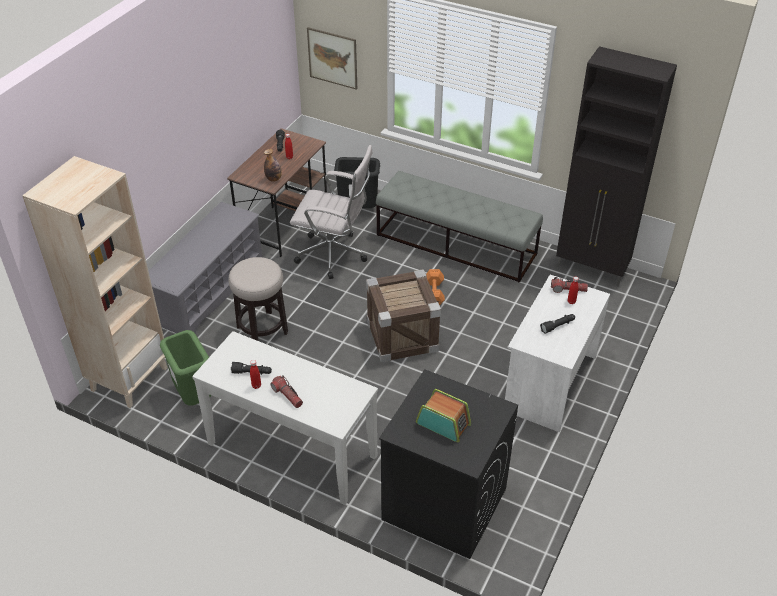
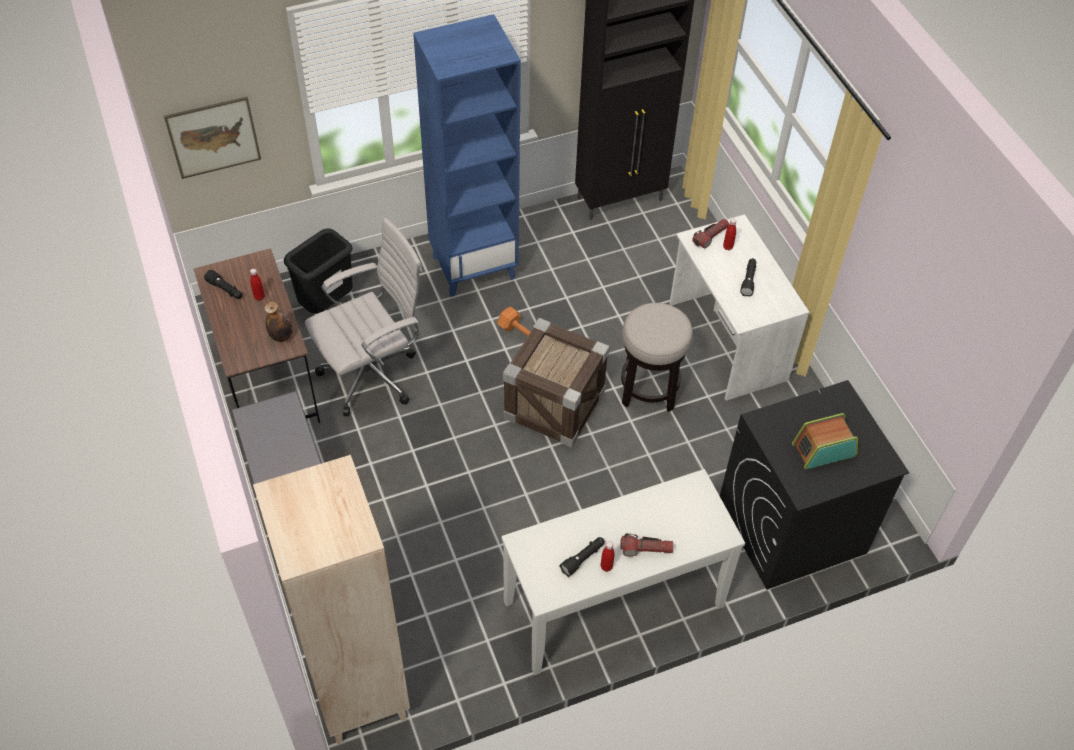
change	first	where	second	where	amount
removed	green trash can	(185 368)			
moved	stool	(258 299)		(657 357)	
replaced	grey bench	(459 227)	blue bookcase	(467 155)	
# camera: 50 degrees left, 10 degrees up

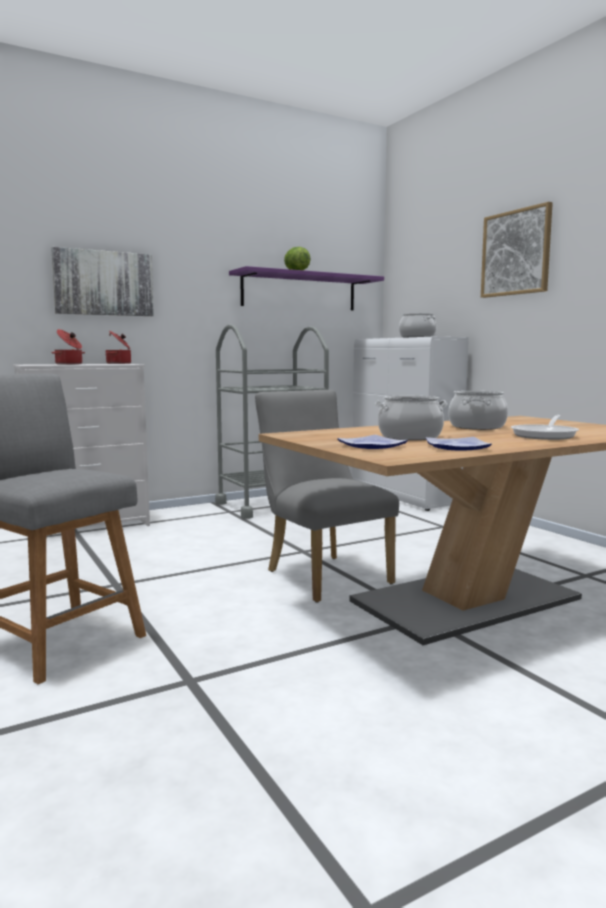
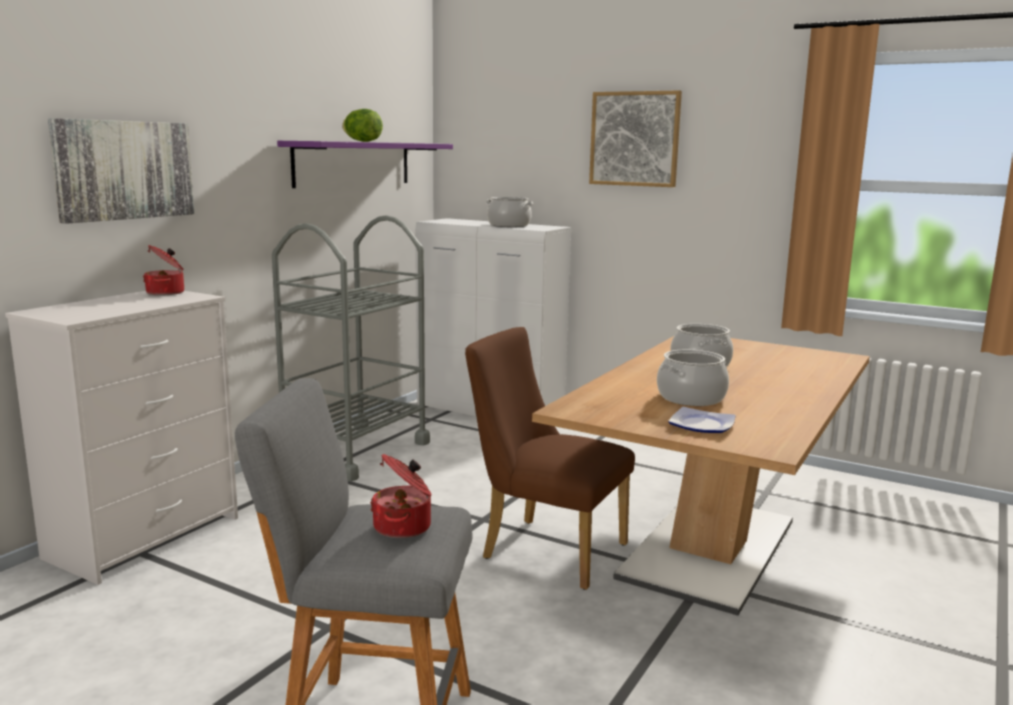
change	first	where	second	where	amount
removed	plate	(459 444)			
removed	frying pan	(545 427)			
moved	cooking pot	(68 347)		(401 496)	
recoloured	grey chair	(327 496)	brown chair	(550 458)	
# camera: 30 degrees left, 5 degrees up

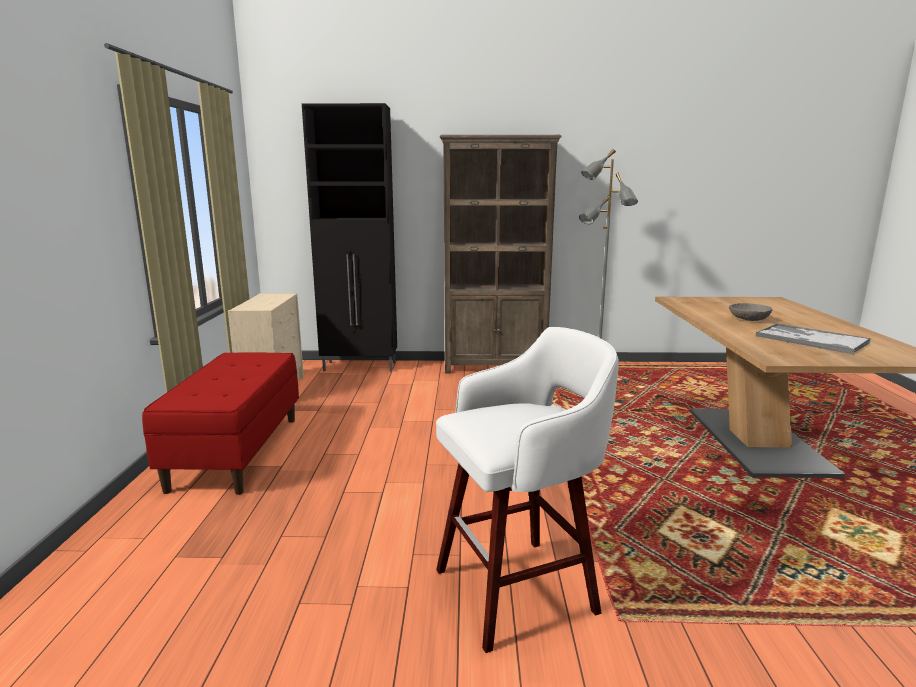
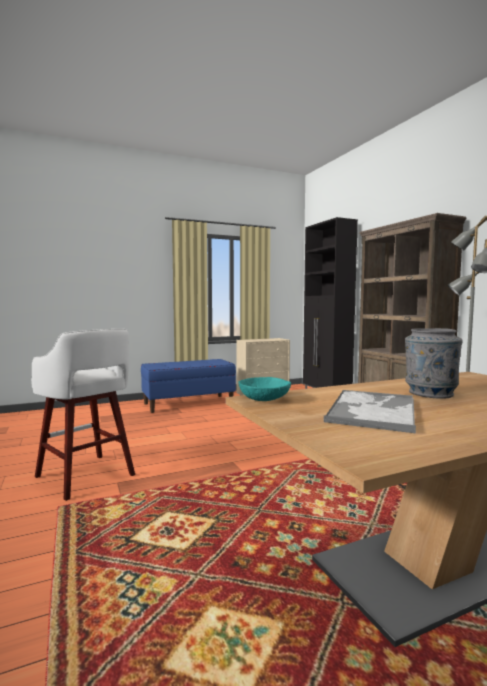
change	first	where	second	where	amount
added			turquoise bowl	(264 389)	
replaced	grey bowl	(751 312)	grey vase	(434 363)	
recoloured	red bench	(220 424)	blue bench	(188 386)	
# camera: 65 degrees right, 10 degrees down

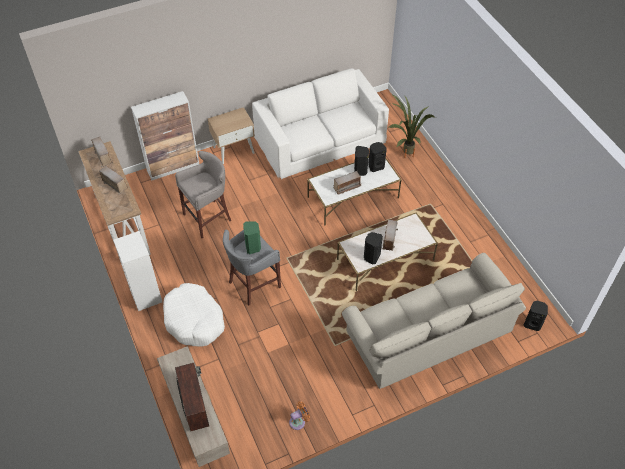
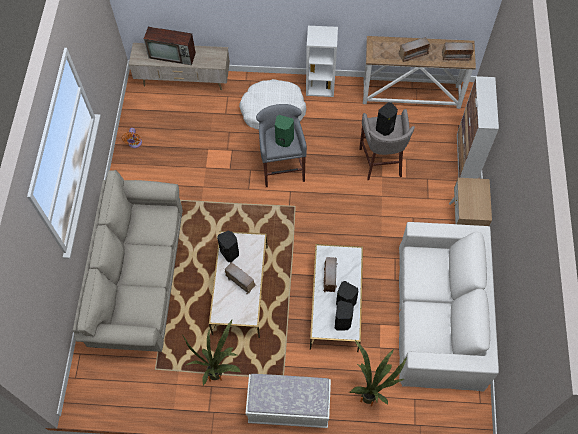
change	first	where	second	where	amount
added			potted plant	(212 352)	
added			white bench	(288 401)	
moved	black speaker	(536 316)		(387 119)	
# camera: 120 degrees right, 10 degrees up

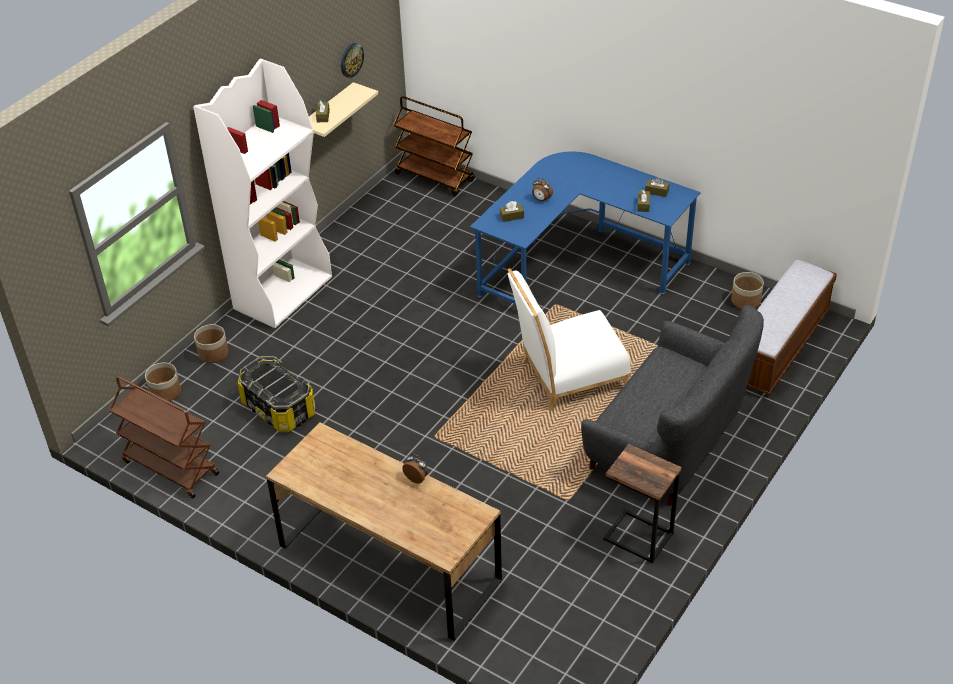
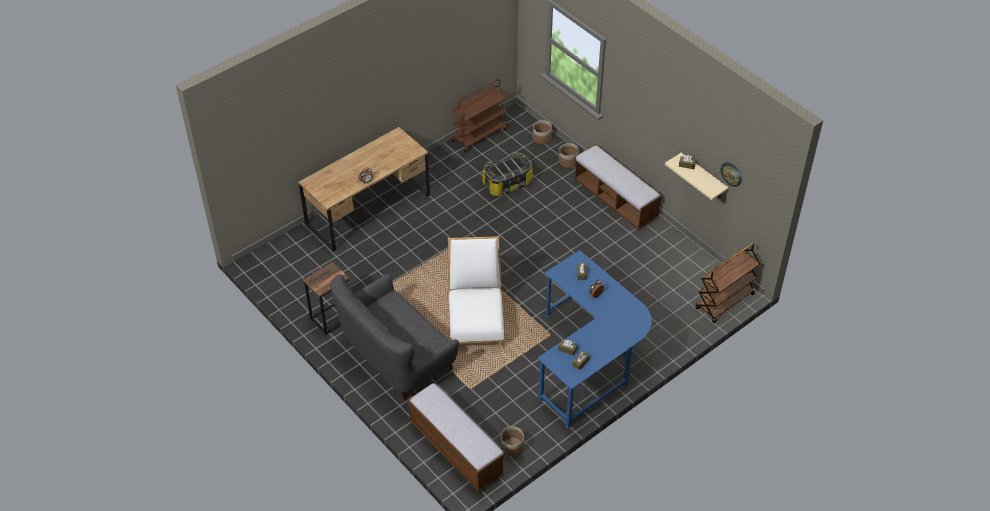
change	first	where	second	where	amount
replaced	white bookcase	(262 193)	bench	(618 187)	
# camera: 105 degrees right, 5 degrees up

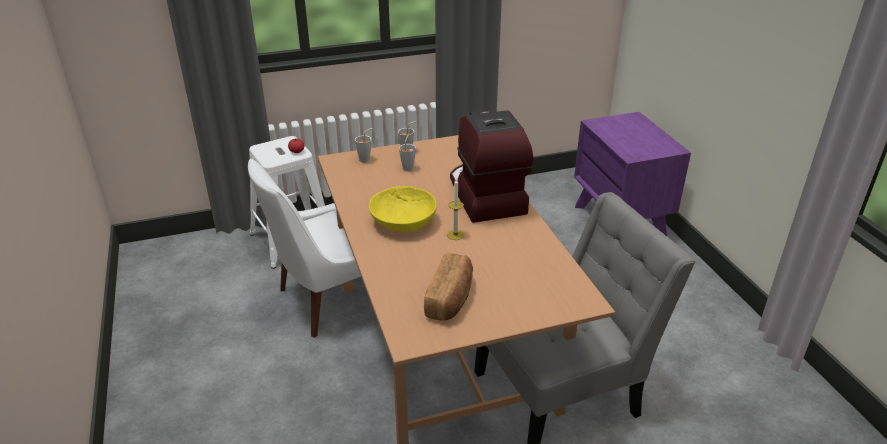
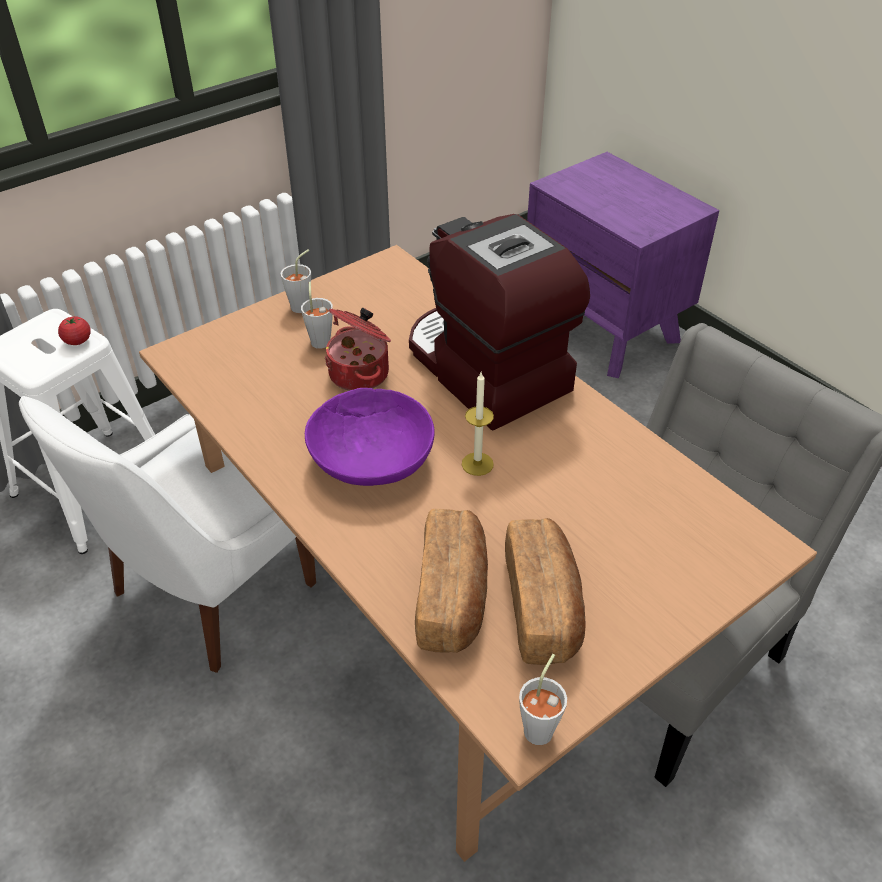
change	first	where	second	where	amount
added			cooking pot	(358 349)	
added			bread	(451 581)	
moved	grey cup	(364 145)		(543 699)	
recoloured	yellow bowl	(403 209)	purple bowl	(370 437)	
# camera: 20 degrees left, 10 degrees up

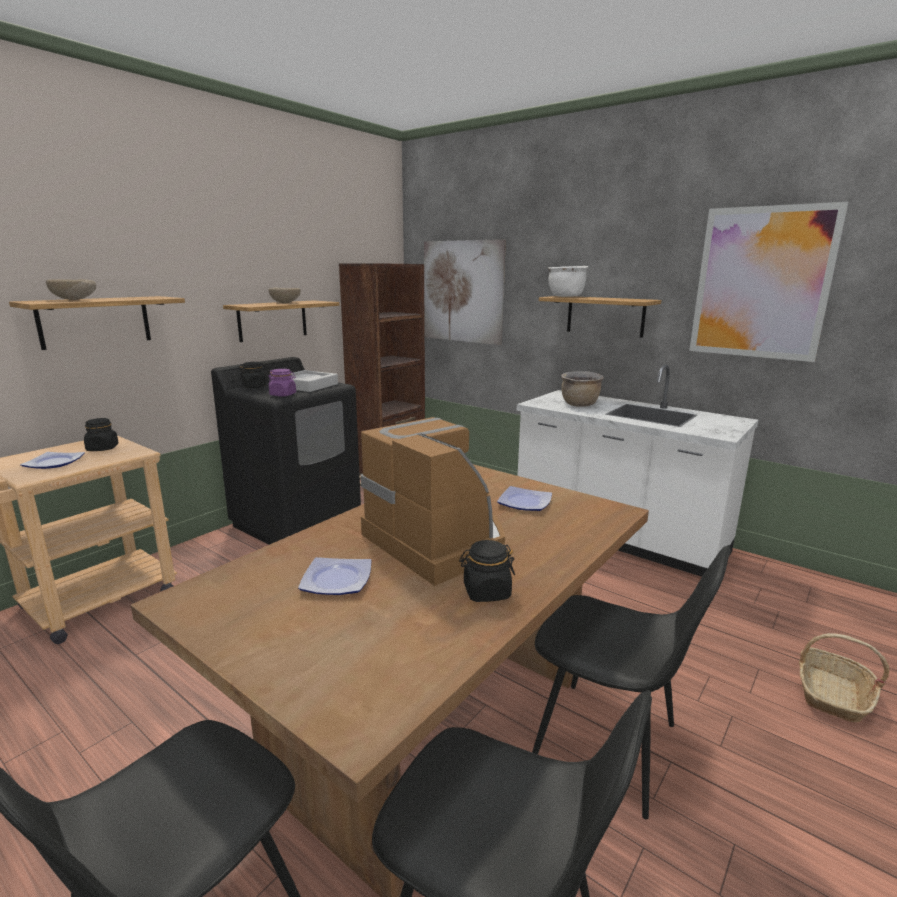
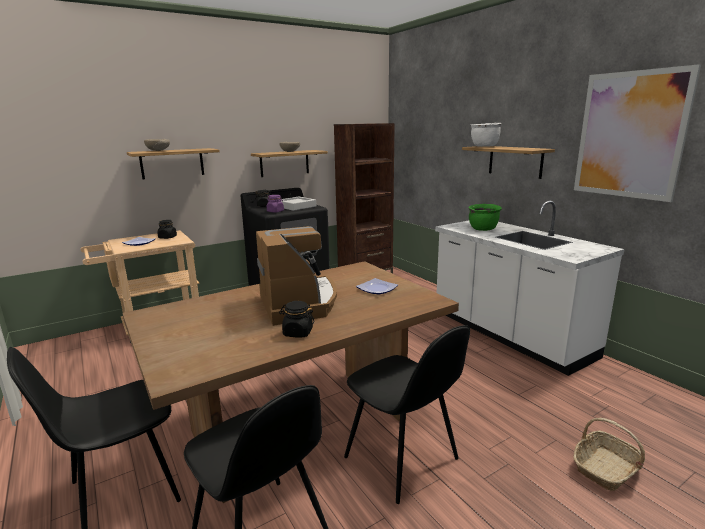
change	first	where	second	where	amount
removed	plate	(334 576)			
removed	picture	(465 292)			
recoloured	brown cooking pot	(582 389)	green cooking pot	(485 217)	
# camera: 20 degrees right, 0 degrees up

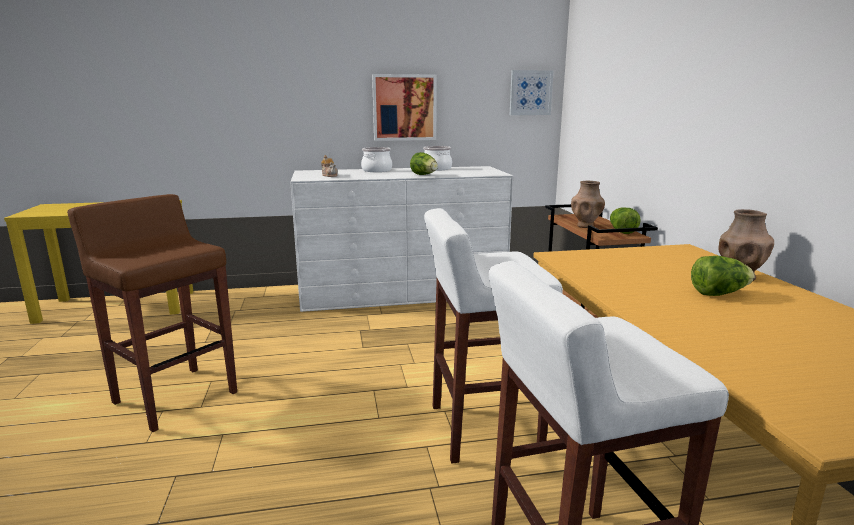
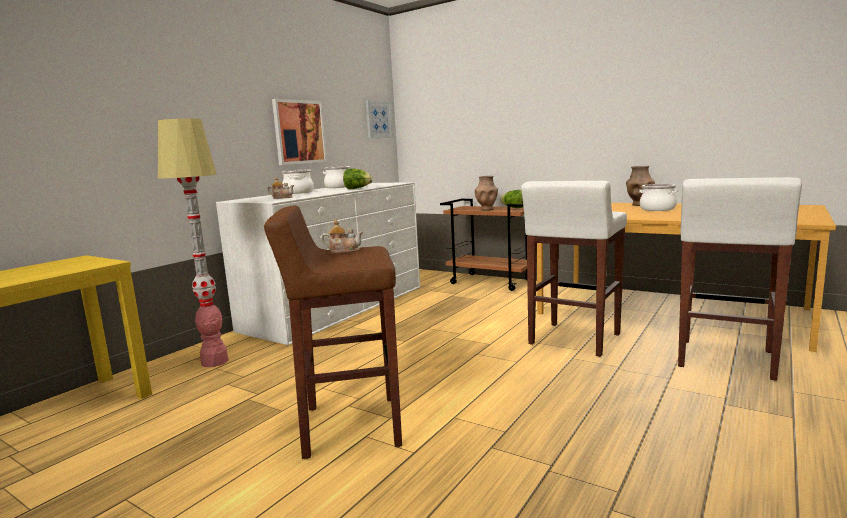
change	first	where	second	where	amount
added			floor lamp	(193 242)	
added			teapot	(342 236)	
replaced	lettuce	(722 276)	cooking pot	(658 197)	
# camera: 45 degrees left, 5 degrees down

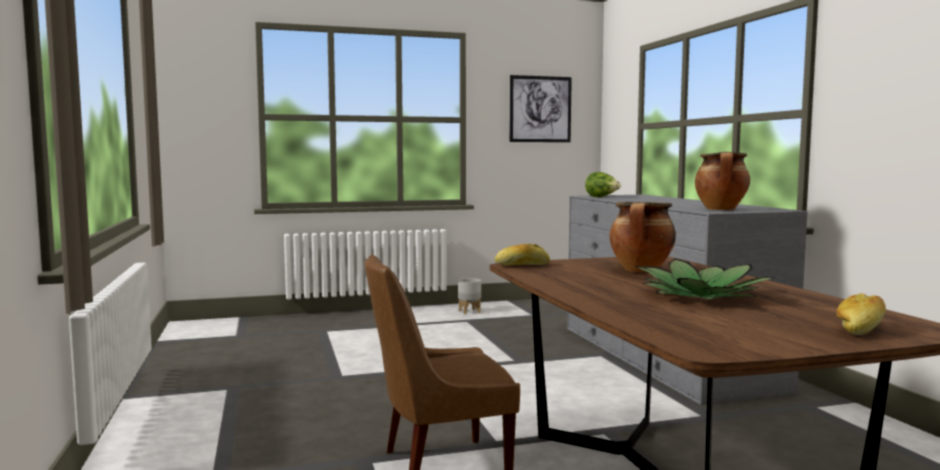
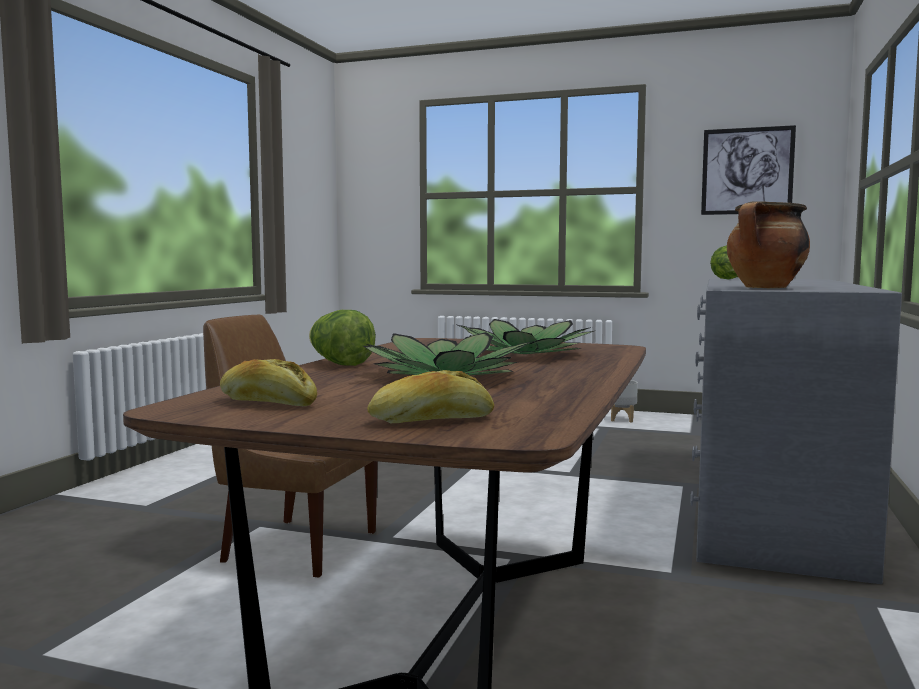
change	first	where	second	where	amount
added			lettuce	(342 338)	
moved	bread	(522 255)		(268 382)	
replaced	cooking pot	(643 237)	potted plant	(526 336)	
# camera: 35 degrees right, 0 degrees up

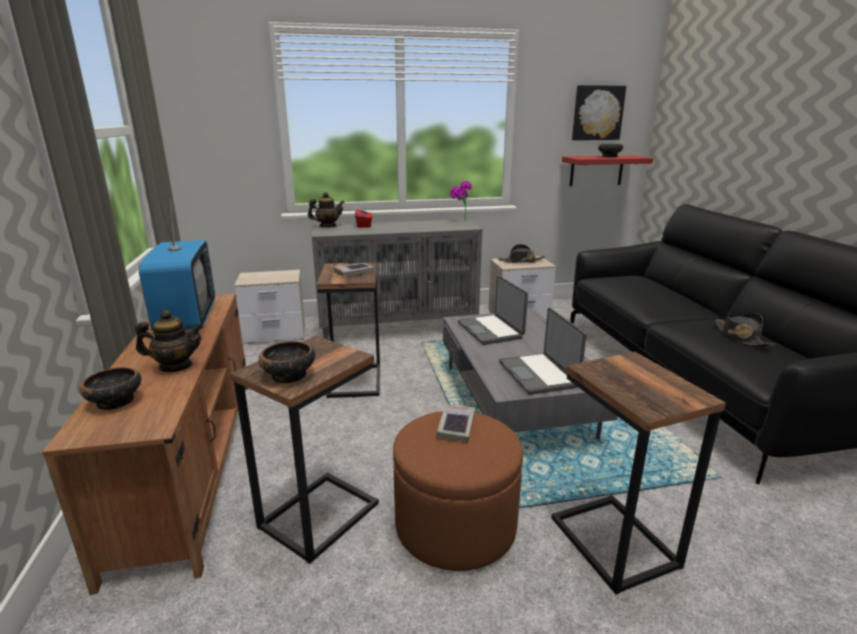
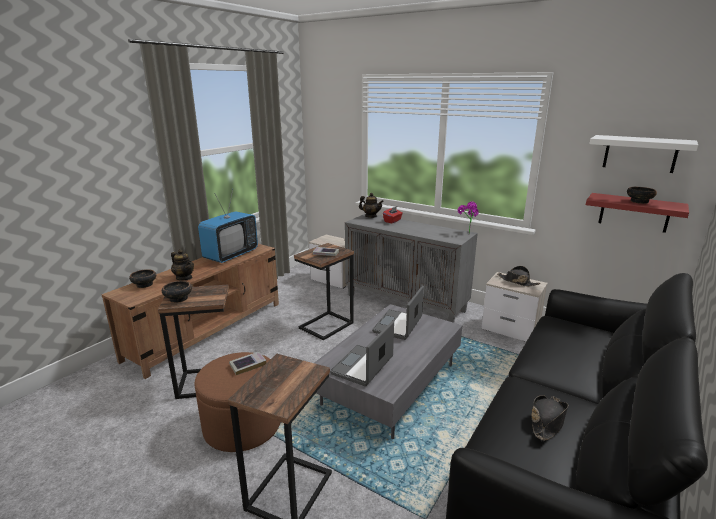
change	first	where	second	where	amount
replaced	picture	(599 112)	white shelf	(644 154)	
# camera: 45 degrees right, 0 degrees up

